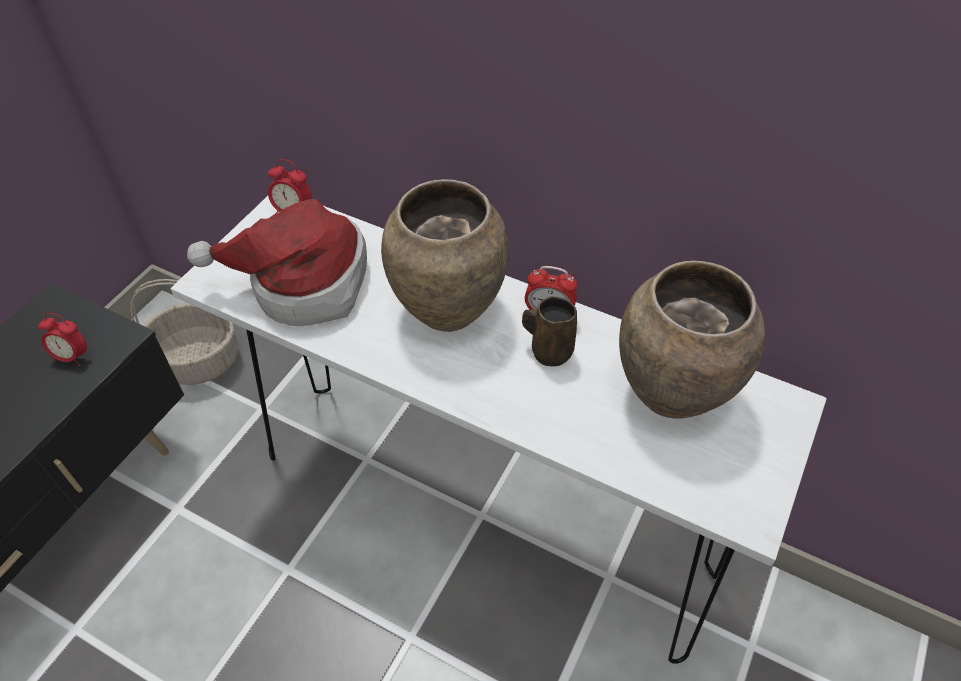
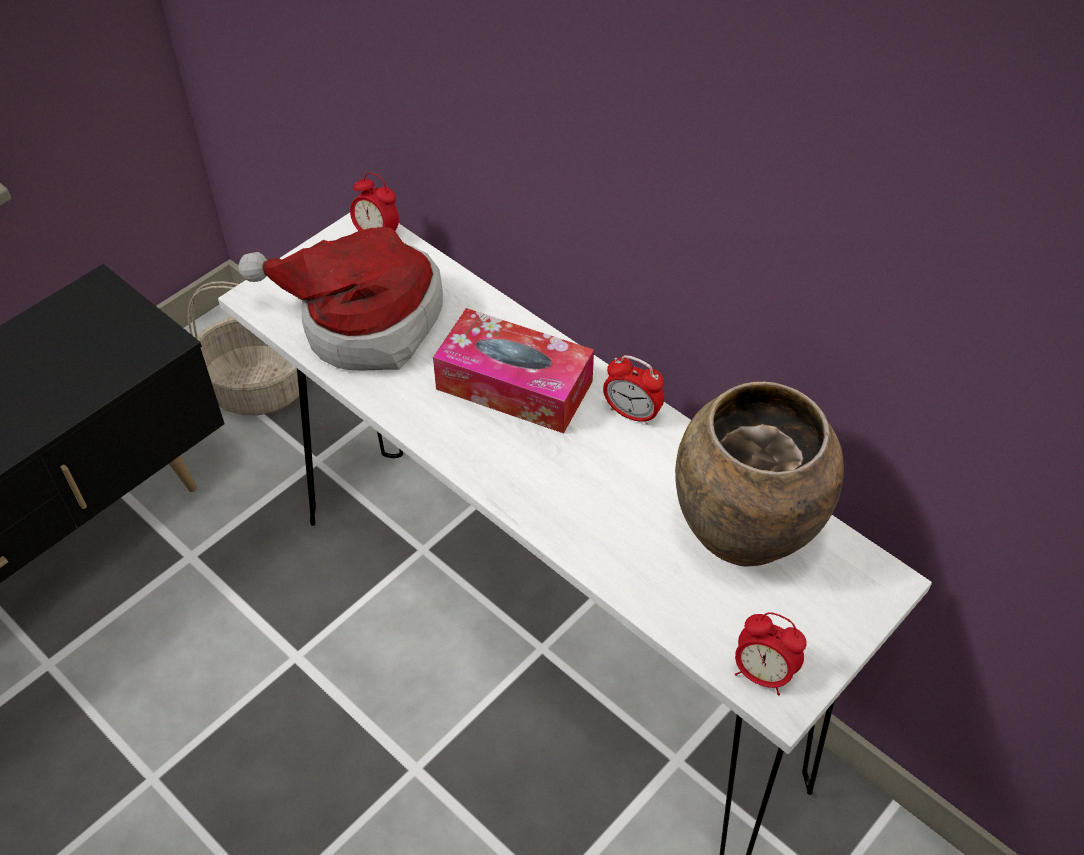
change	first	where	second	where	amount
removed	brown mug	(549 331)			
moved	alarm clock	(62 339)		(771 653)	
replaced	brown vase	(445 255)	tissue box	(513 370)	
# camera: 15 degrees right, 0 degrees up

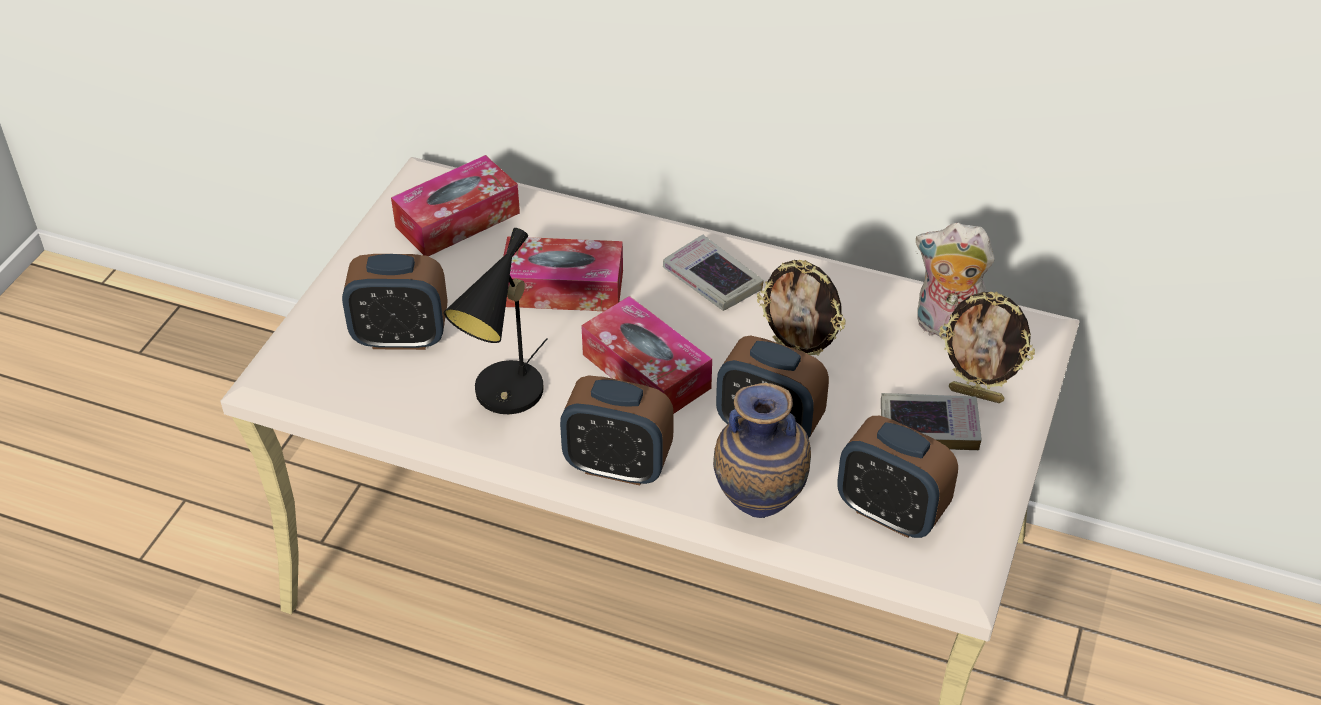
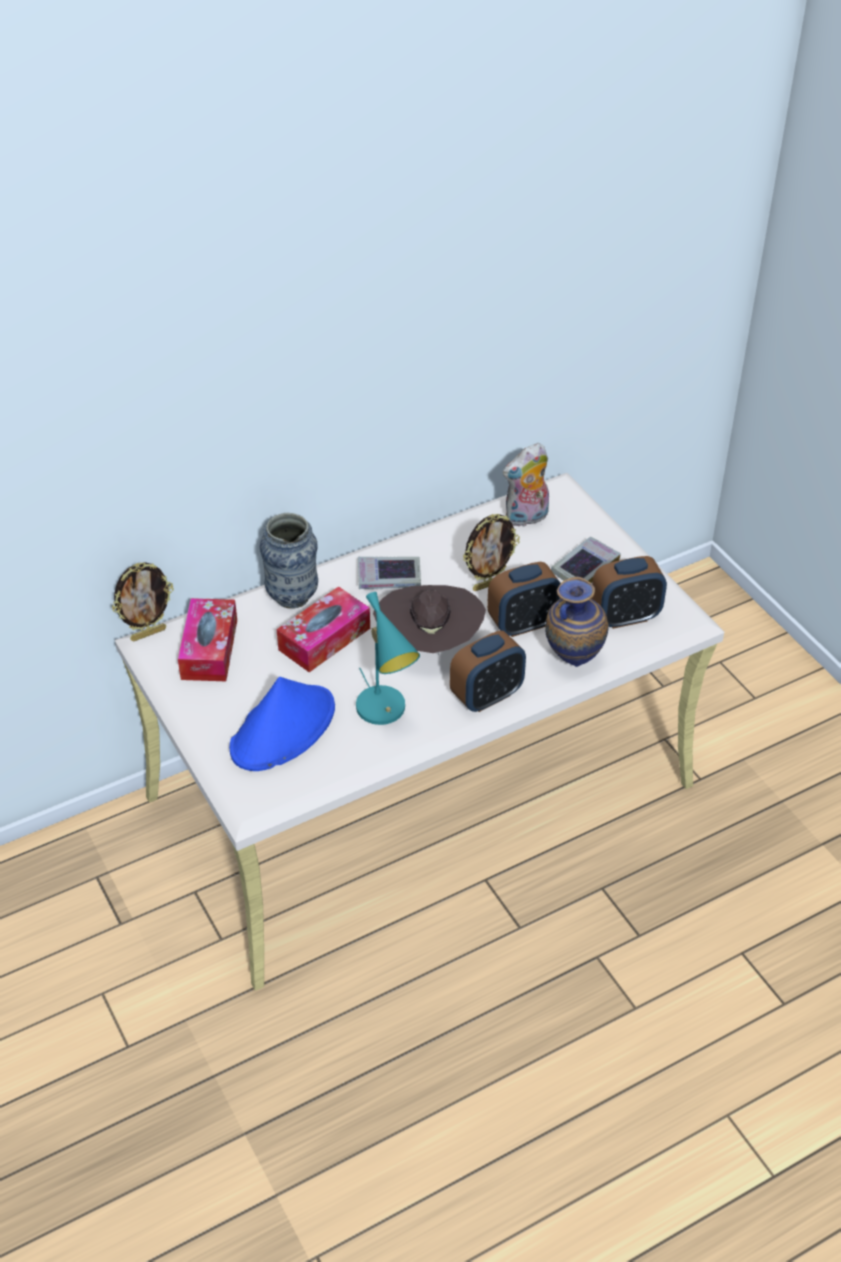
change	first	where	second	where	amount
added			vase	(289 561)	
moved	picture frame	(987 347)		(143 601)	
replaced	alarm clock	(394 302)	blue hat	(282 724)	
replaced	tissue box	(646 354)	brown hat	(429 620)	
recoloured	black table lamp	(496 321)	turquoise table lamp	(388 658)	
# camera: 50 degrees left, 0 degrees up

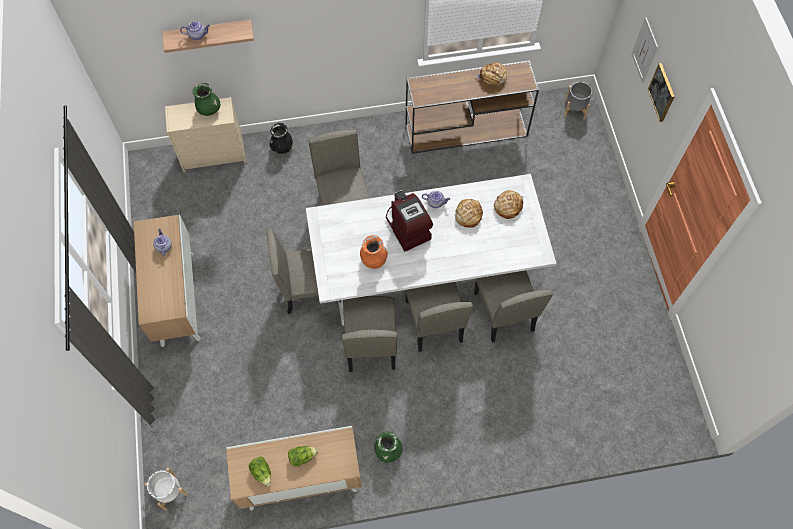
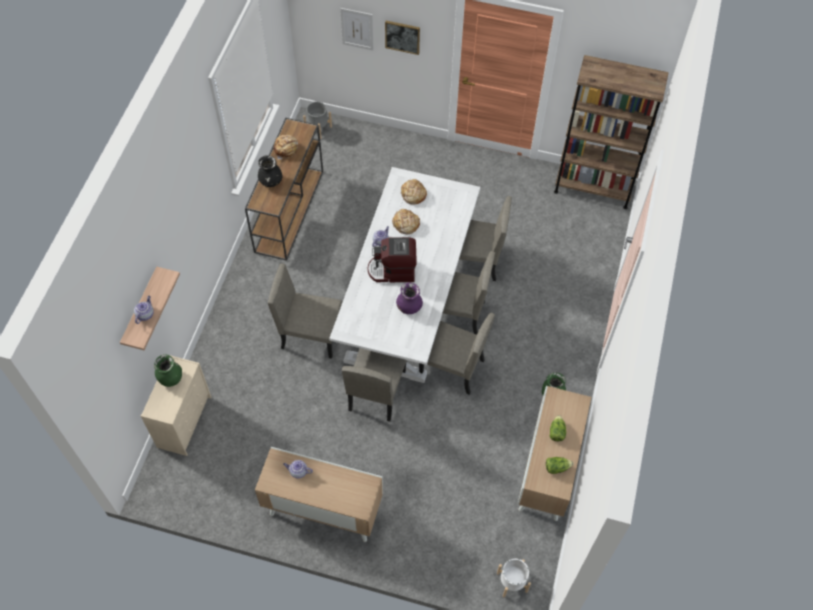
change	first	where	second	where	amount
added			brown bookcase	(611 132)	
moved	black vase	(281 138)		(270 171)	
recoloured	orange vase	(374 252)	purple vase	(409 298)	
# camera: 65 degrees left, 5 degrees down

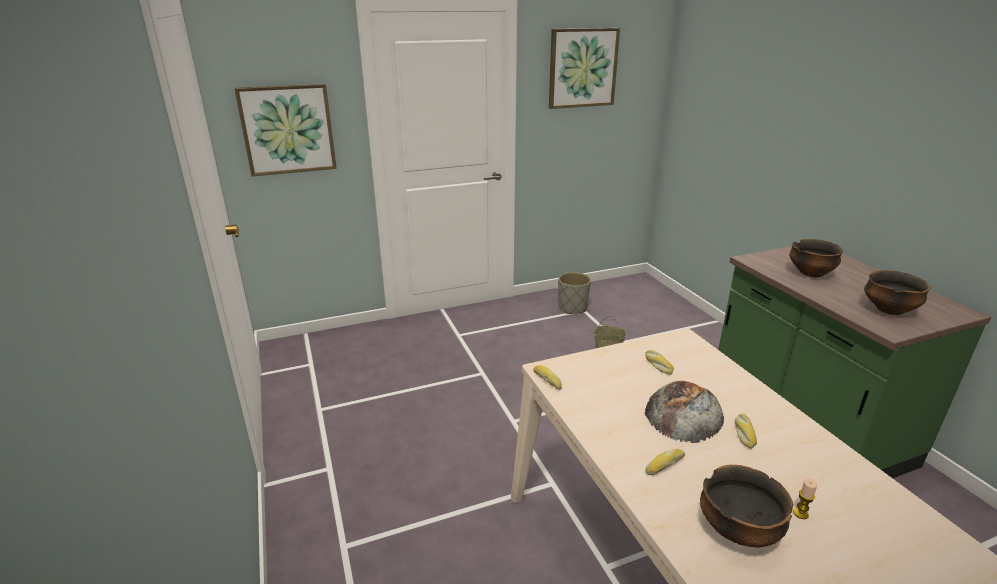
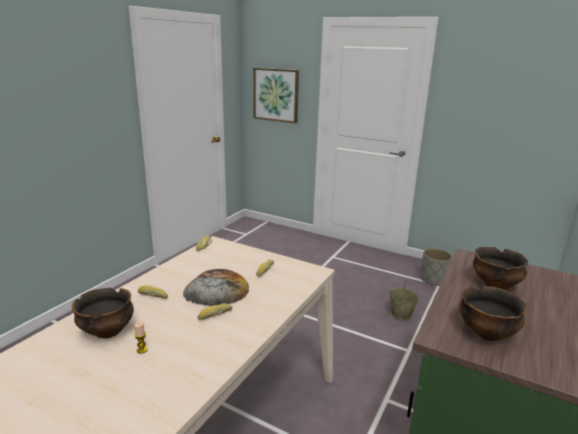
change	first	where	second	where	amount
removed	picture	(584 68)			
# camera: 50 degrees right, 5 degrees down

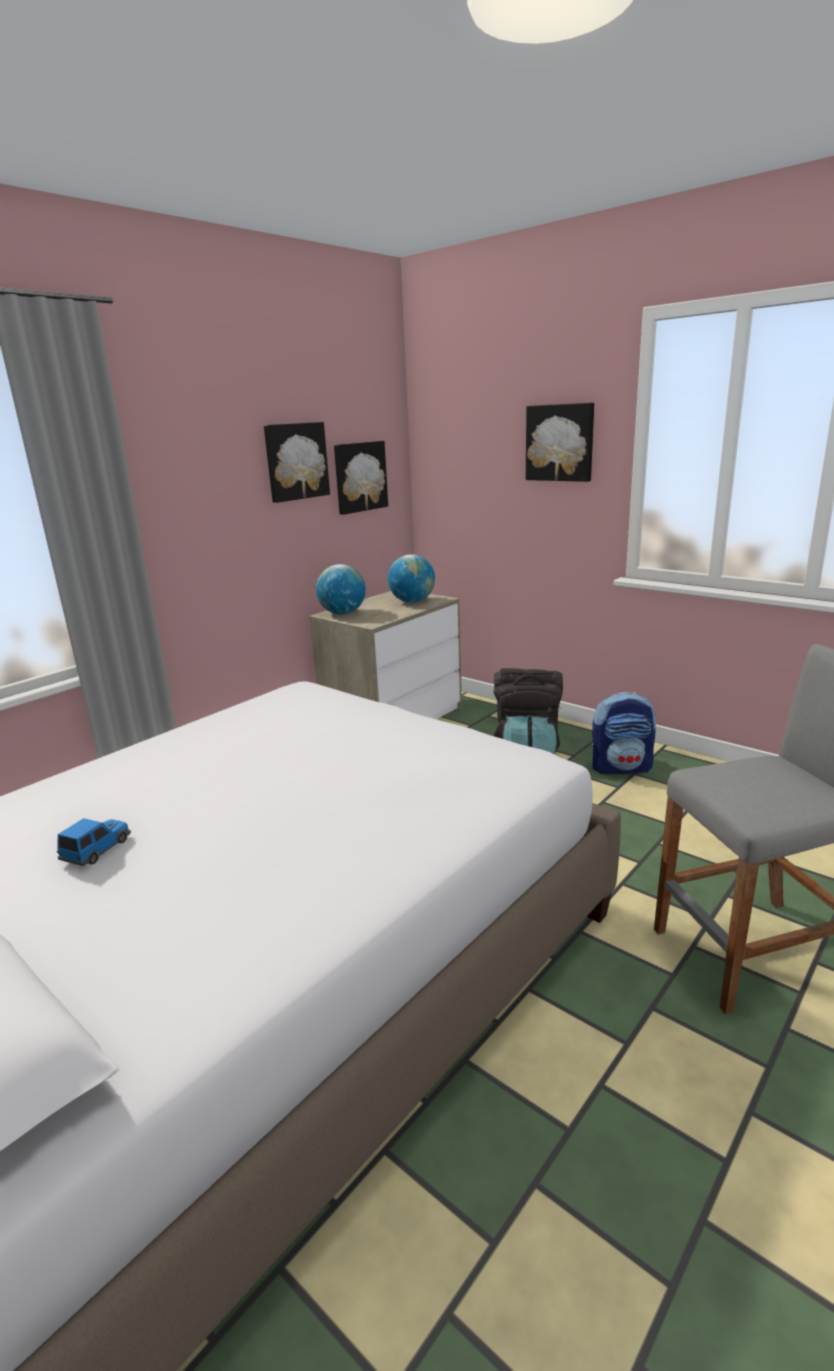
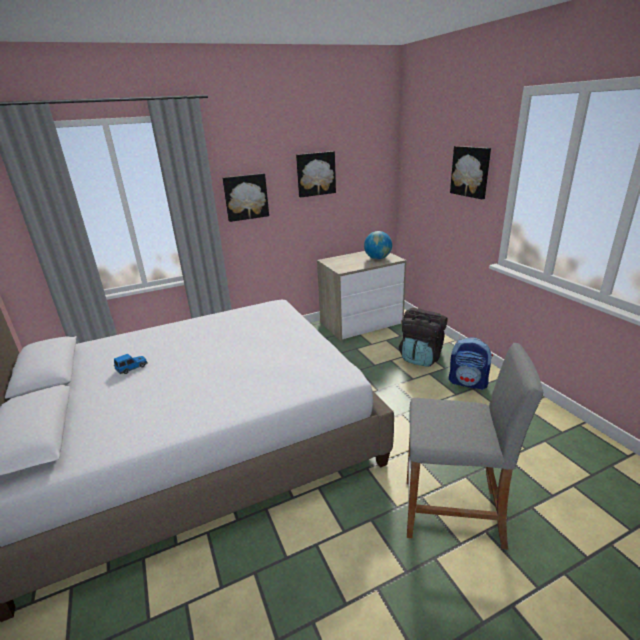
change	first	where	second	where	amount
removed	globe	(341 589)			
moved	picture	(361 478)		(245 197)	
# camera: 25 degrees right, 5 degrees up

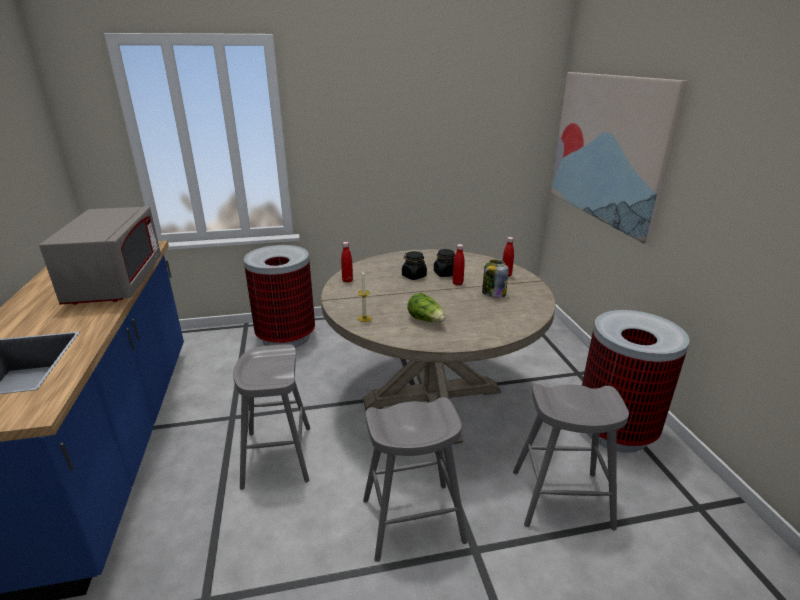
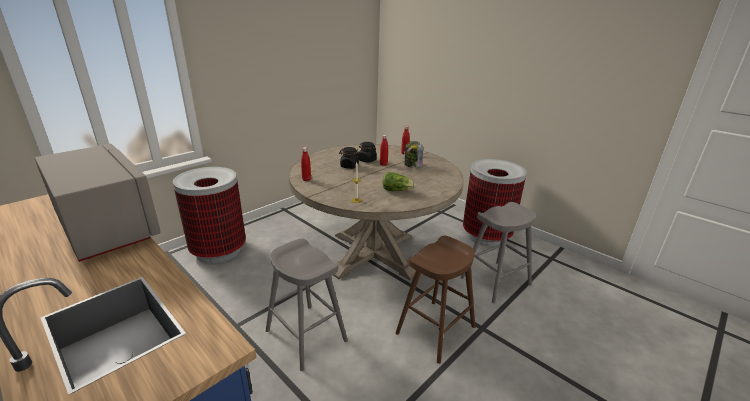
change	first	where	second	where	amount
removed	picture	(619 157)			
recoloured	grey stool	(415 479)	brown stool	(435 300)	
# camera: 35 degrees left, 0 degrees up

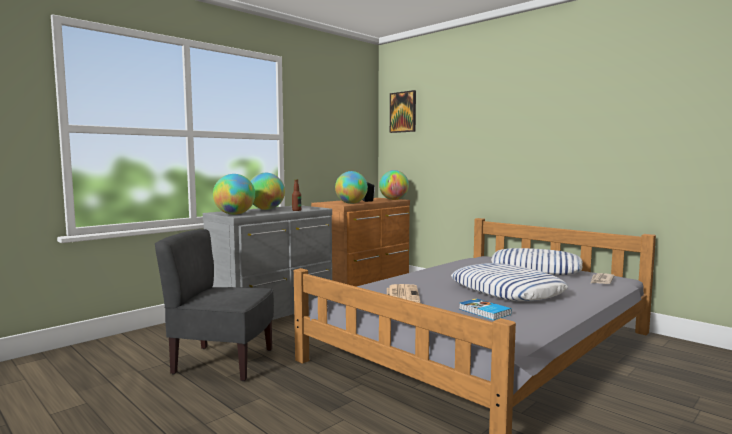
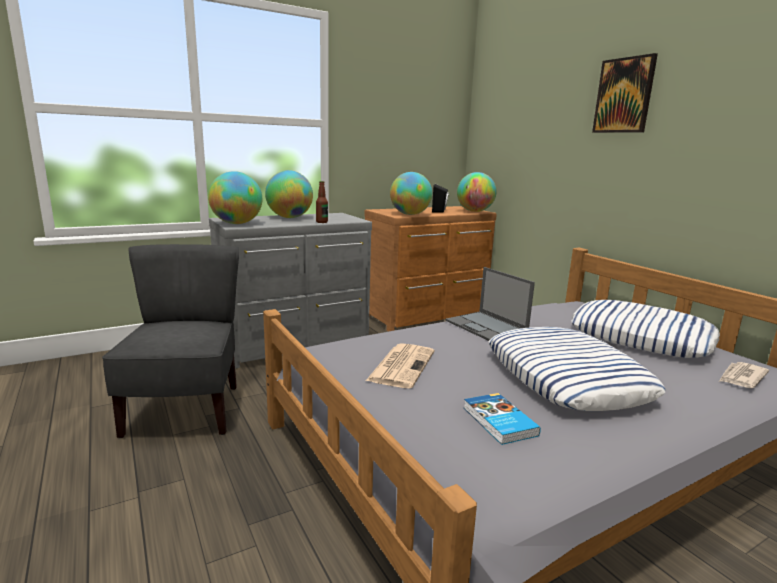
change	first	where	second	where	amount
added			laptop	(490 304)	
moved	picture	(403 111)		(625 93)	
turned	grey chair	(214 305)		(170 341)	60 degrees clockwise
# camera: 15 degrees right, 10 degrees up

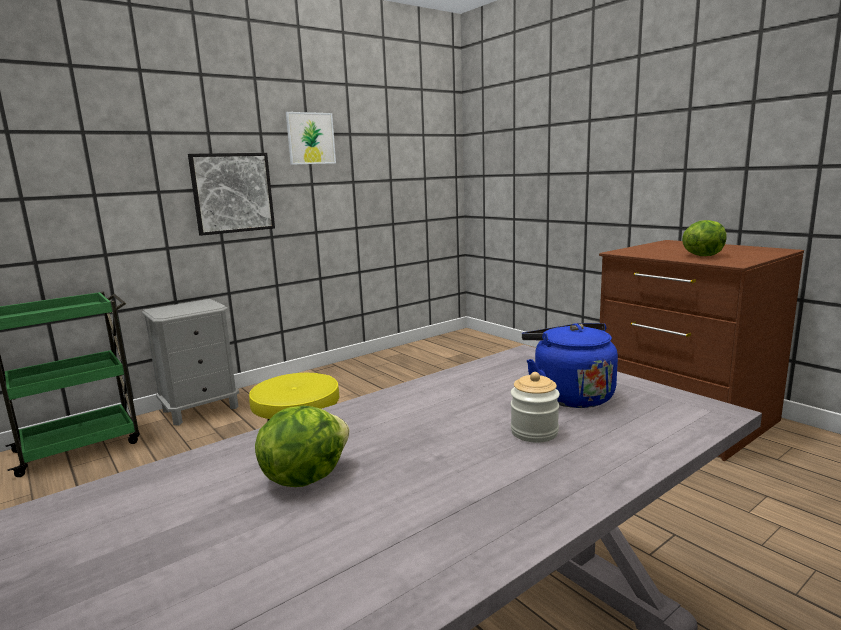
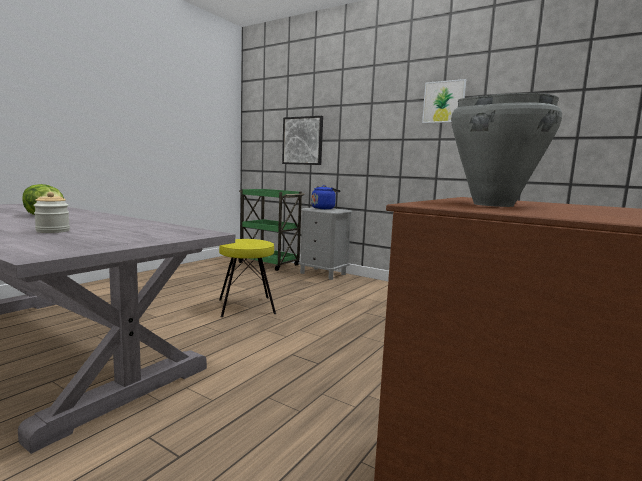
change	first	where	second	where	amount
moved	picture	(231 194)		(302 140)	
moved	blue kettle	(570 365)		(326 197)	
replaced	lettuce	(704 238)	grey cooking pot	(506 150)	
# camera: 70 degrees right, 5 degrees down

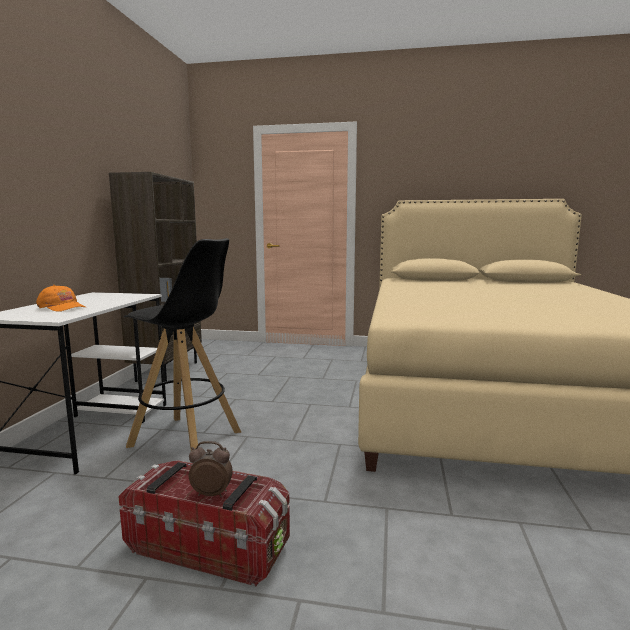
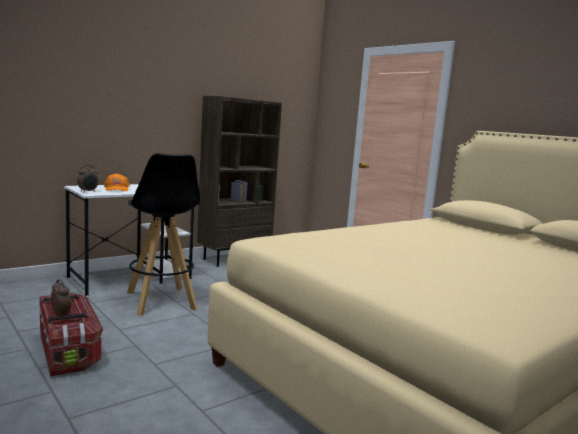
change	first	where	second	where	amount
added			alarm clock	(87 178)	
# camera: 40 degrees right, 0 degrees up

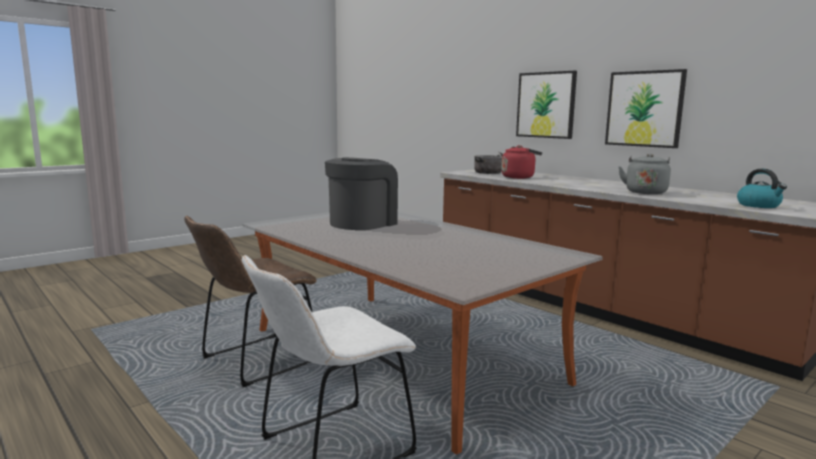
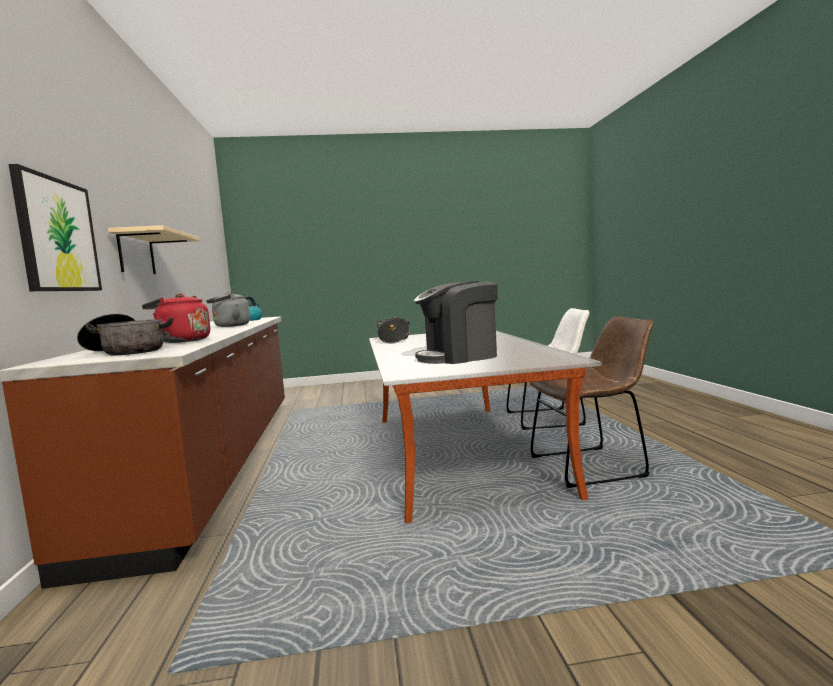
change	first	where	second	where	amount
added			cooking pot	(393 330)	
replaced	picture	(646 108)	beige shelf	(154 249)	
# camera: 145 degrees left, 5 degrees down

